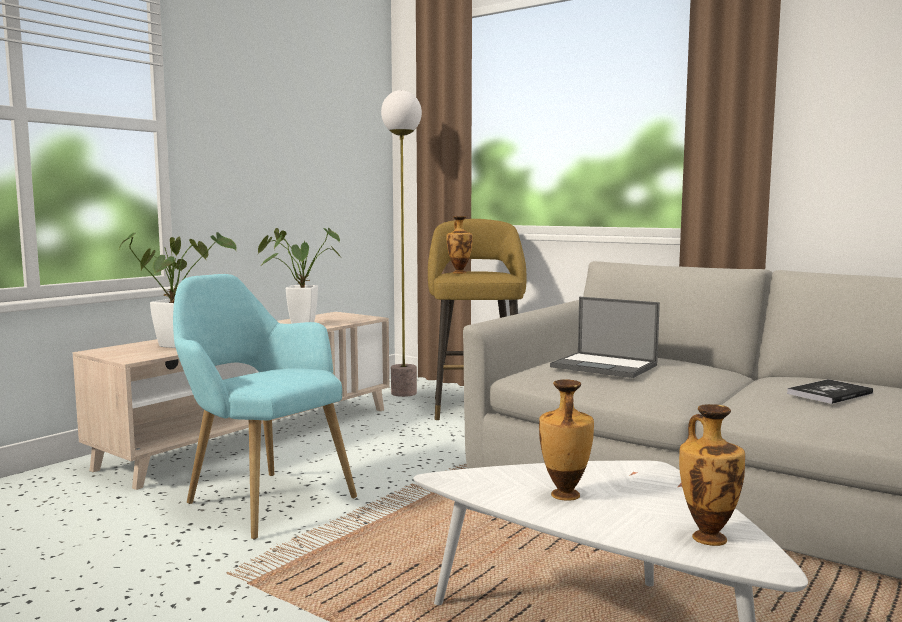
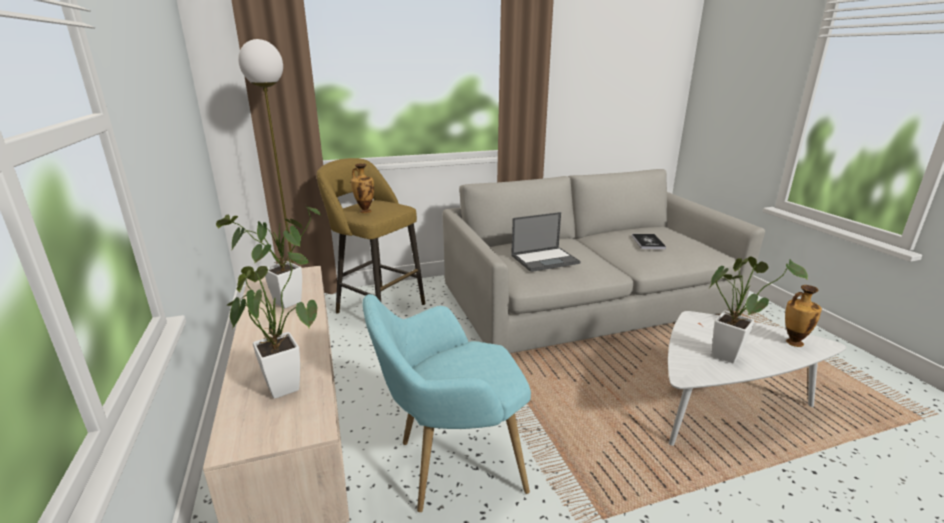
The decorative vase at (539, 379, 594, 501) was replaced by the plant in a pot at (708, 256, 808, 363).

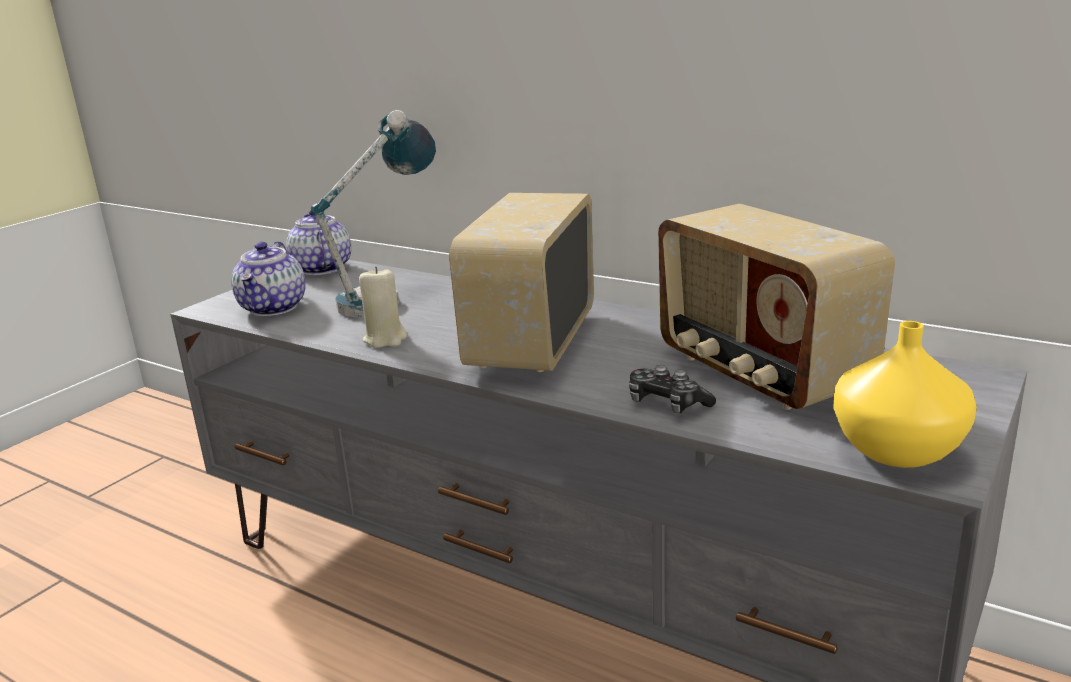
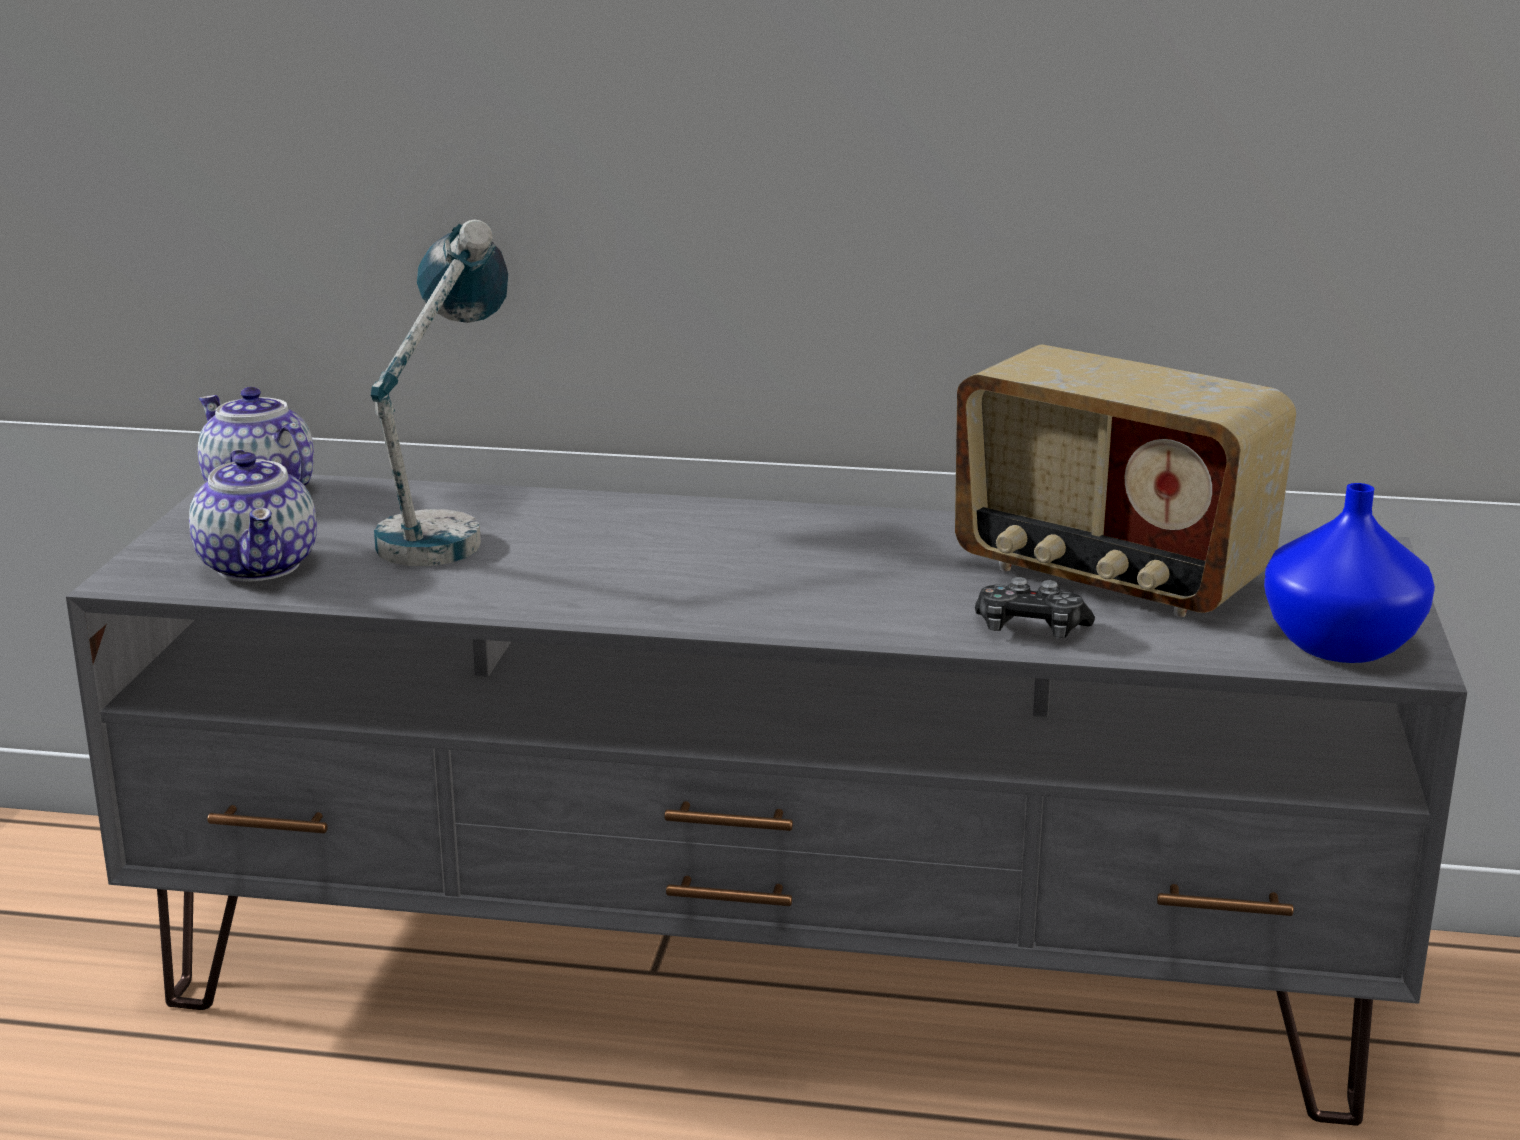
The decorative vase (yellow-coloured) at (833, 321, 977, 468) became the decorative vase (blue) at (1264, 483, 1435, 663).
The candle (sand-coloured) at (359, 266, 407, 348) disappeared.
The radio at (449, 193, 594, 372) disappeared.

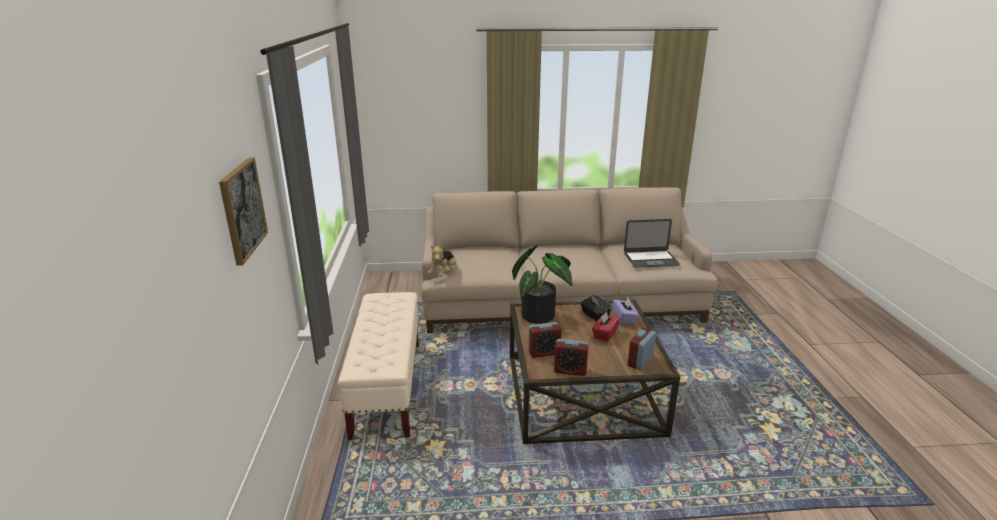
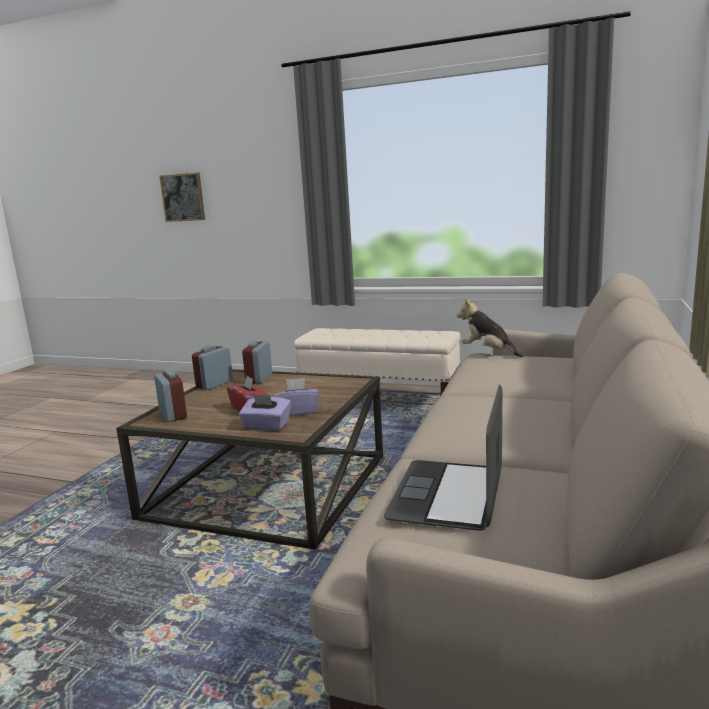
The picture moved from (219, 157, 268, 266) to (159, 172, 205, 222).
The tissue box (blackish) at (581, 295, 612, 321) became the tissue box (purplish) at (274, 378, 319, 416).
The plant in a pot at (512, 245, 572, 324) disappeared.

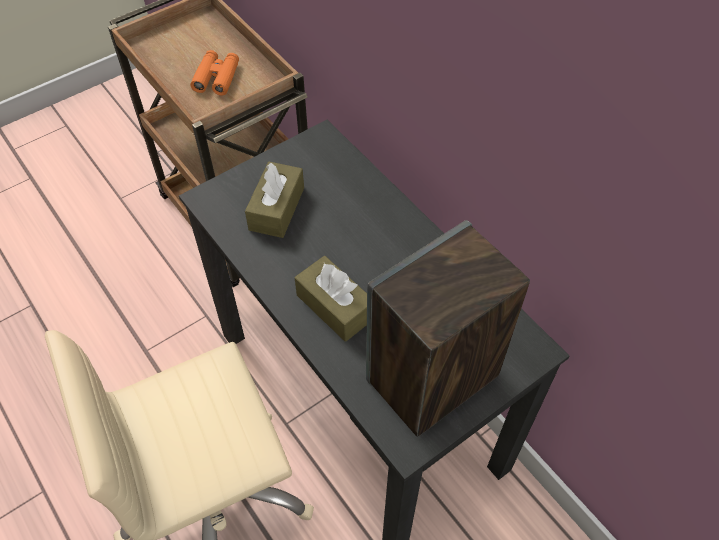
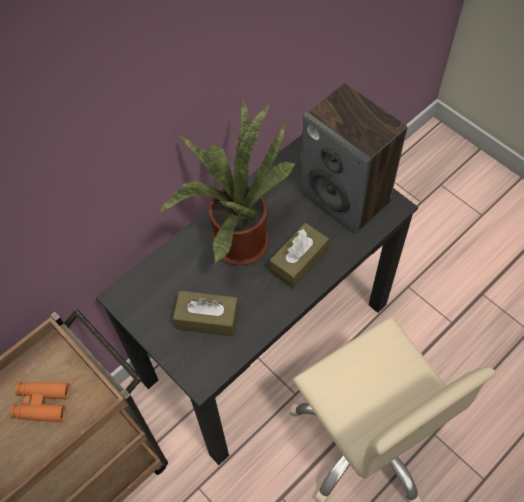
The plant in a pot at (159, 98, 295, 265) appeared.

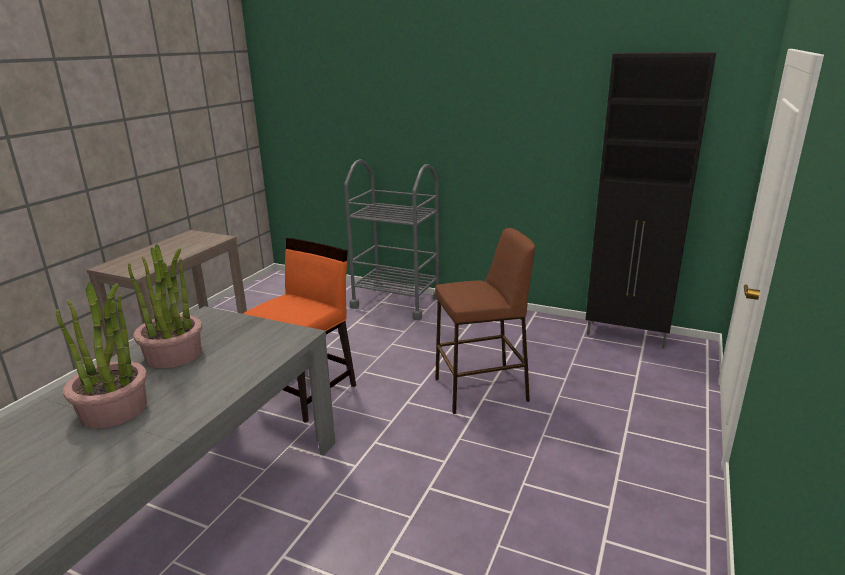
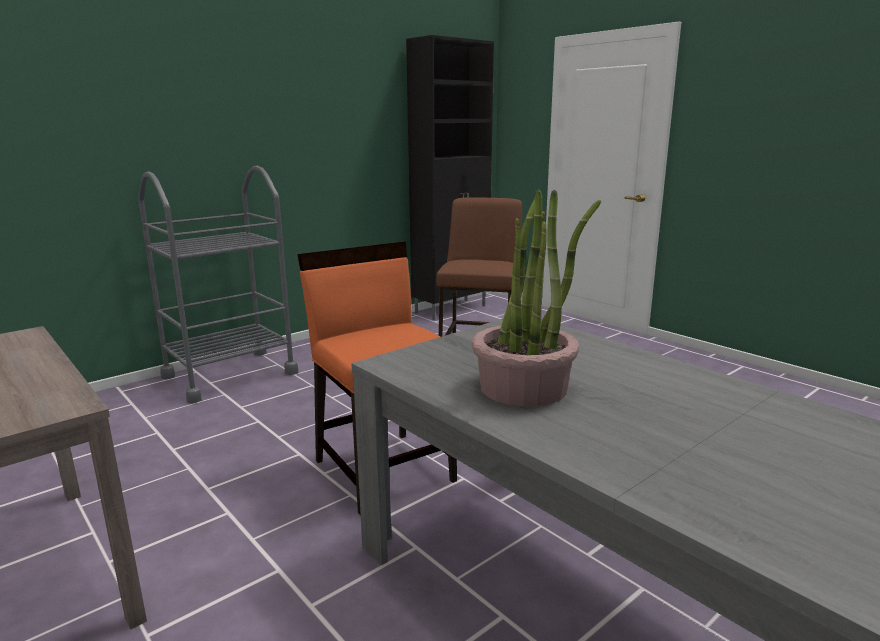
The plant in a pot at (56, 282, 147, 428) disappeared.

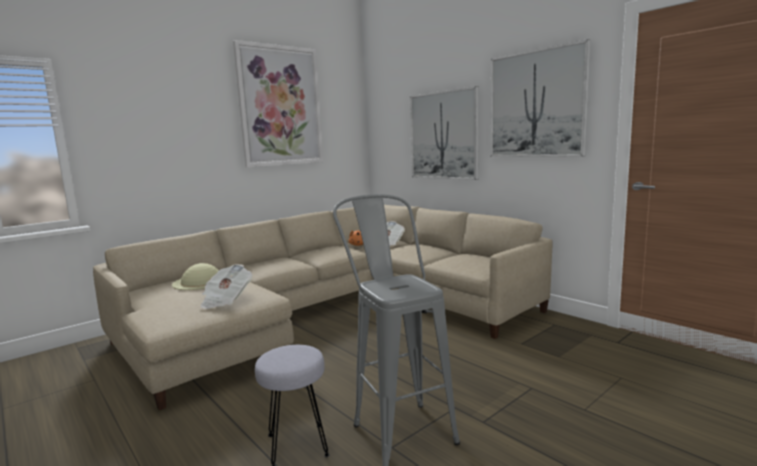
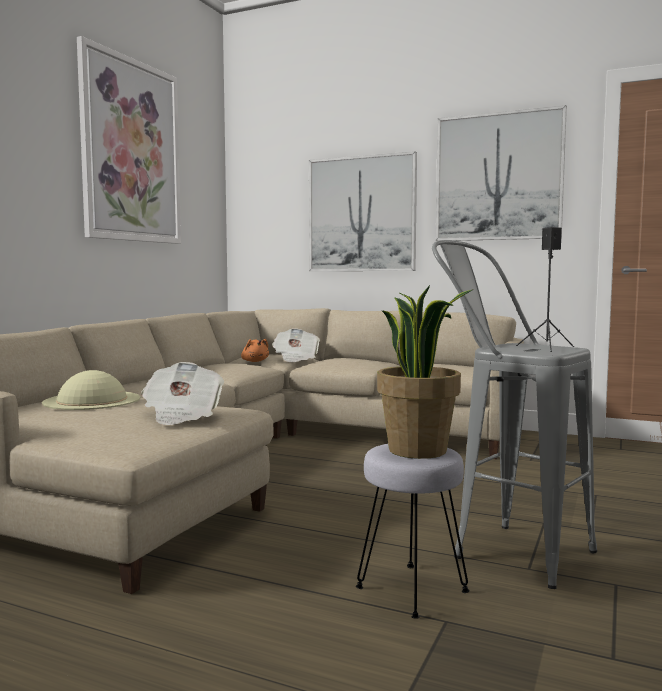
The plant in a pot at (377, 285, 472, 459) appeared.
The audio speaker (blackish) at (516, 227, 574, 352) appeared.

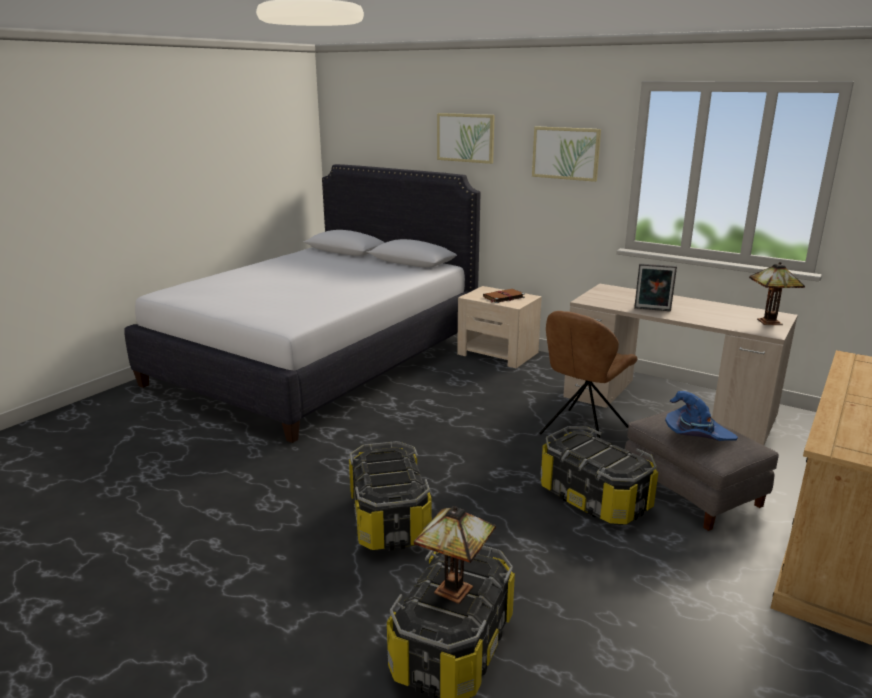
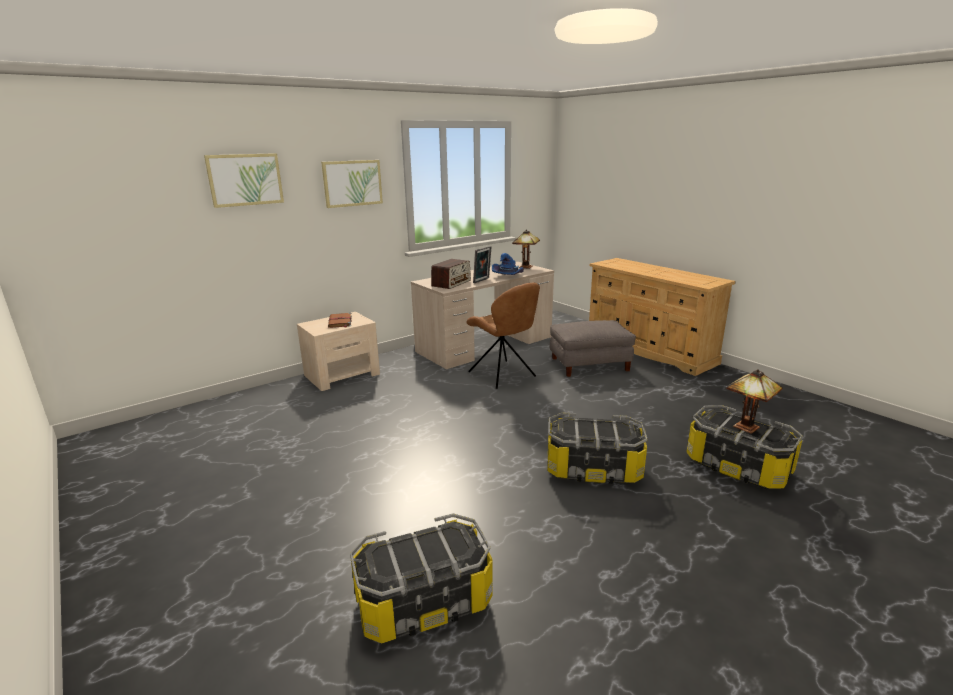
The storage container moved from (541, 426, 658, 525) to (350, 514, 493, 643).
The radio at (431, 259, 471, 289) appeared.
The wearable hat (blue) moved from (665, 391, 738, 441) to (492, 253, 524, 275).
The bedroom bed (white) at (124, 164, 481, 443) disappeared.

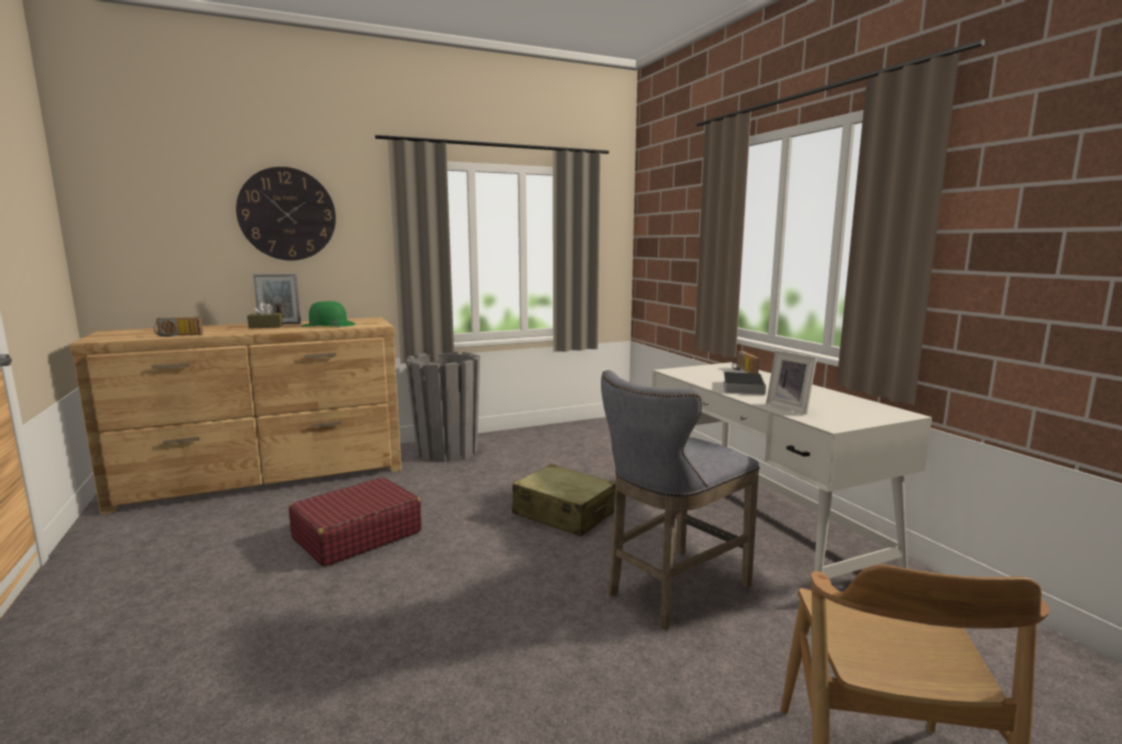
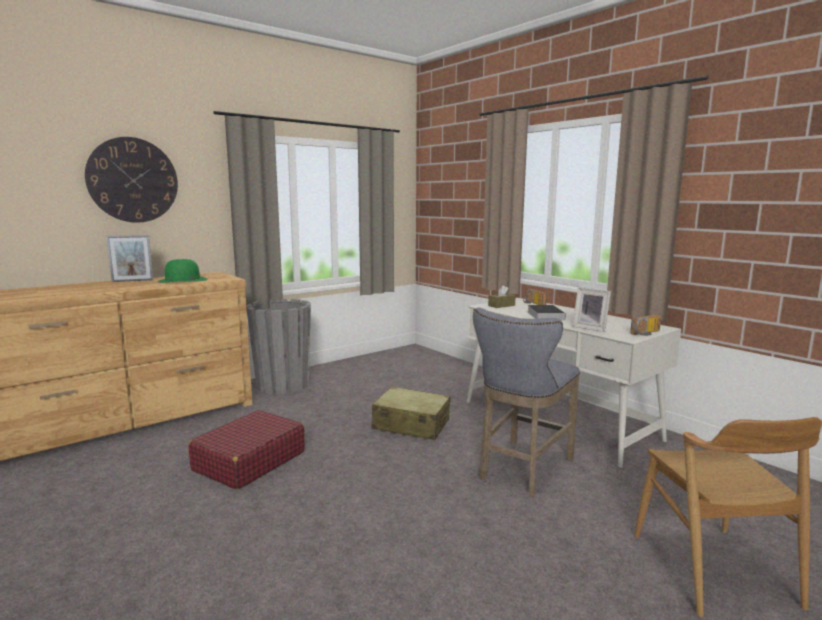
The tissue box (brown-coloured) moved from (247, 302, 283, 329) to (488, 285, 516, 308).
The radio moved from (154, 317, 203, 337) to (630, 315, 661, 336).

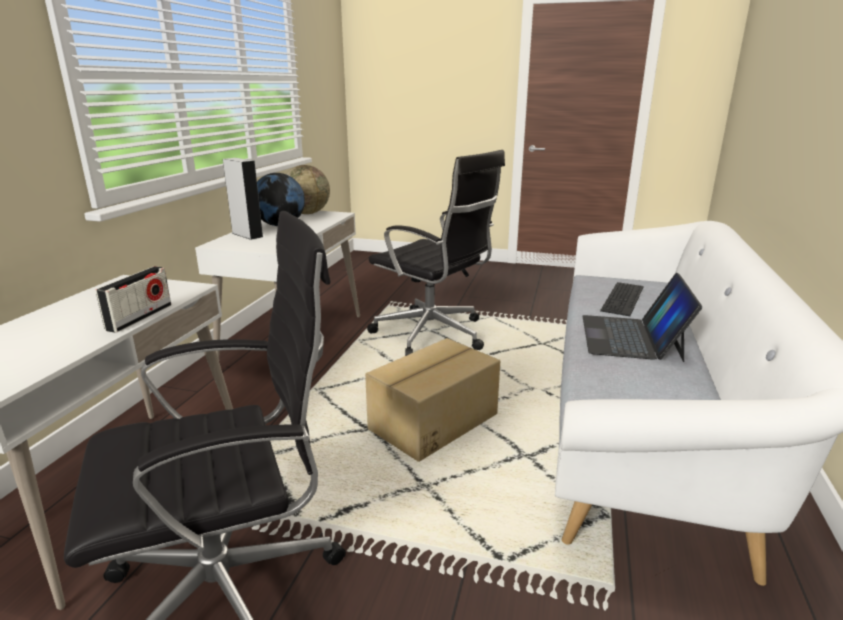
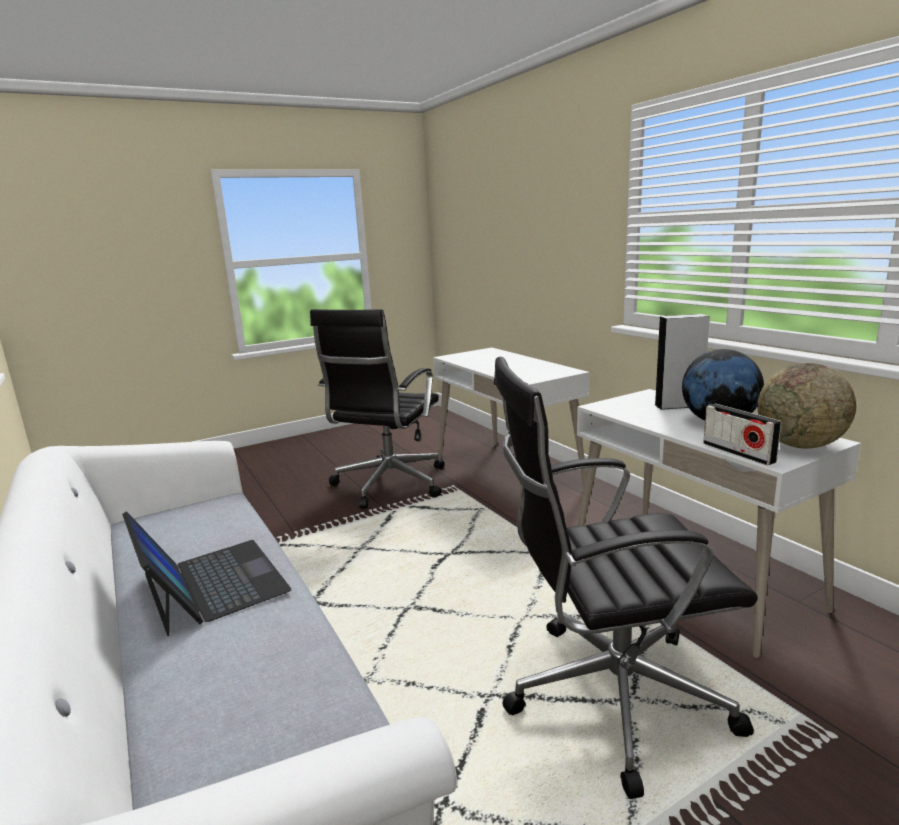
The radio moved from (96, 266, 171, 333) to (703, 404, 782, 465).
The cardboard box at (365, 338, 500, 462) disappeared.
The PC keyboard at (600, 282, 644, 316) disappeared.

